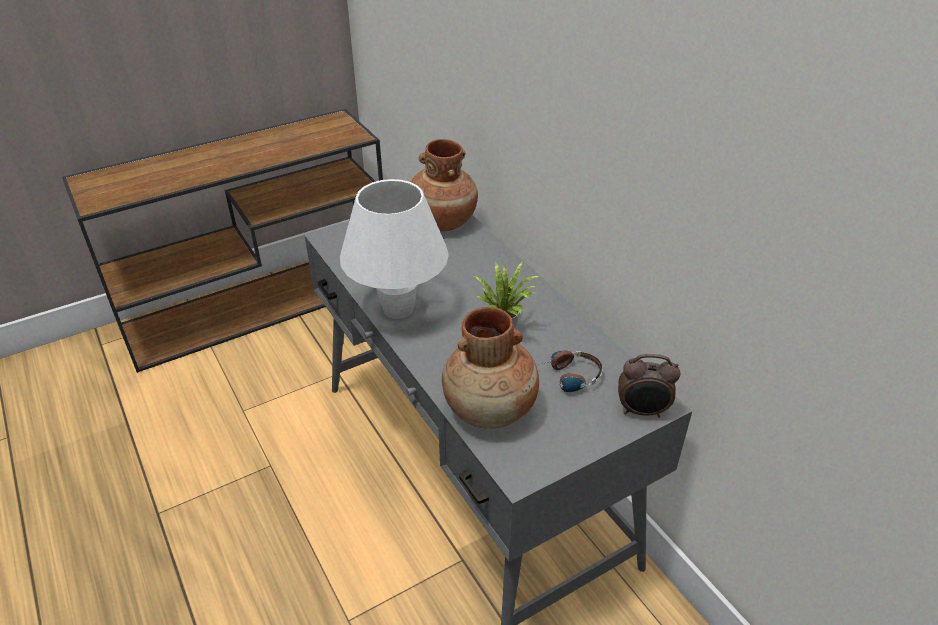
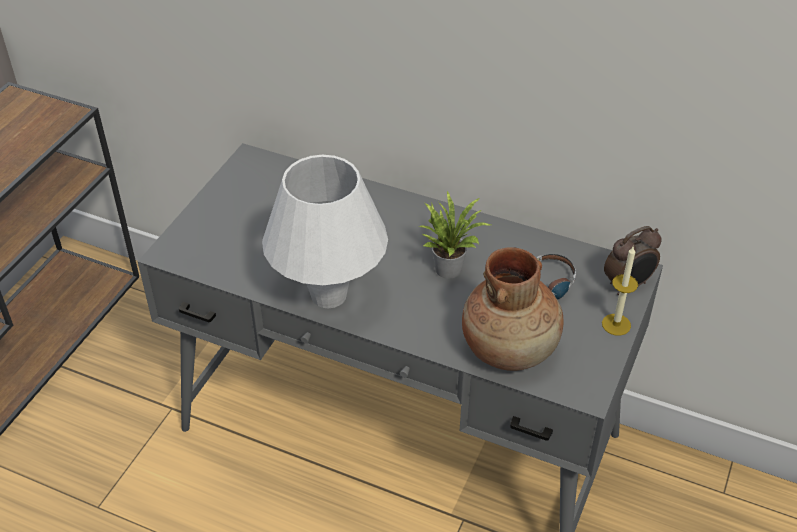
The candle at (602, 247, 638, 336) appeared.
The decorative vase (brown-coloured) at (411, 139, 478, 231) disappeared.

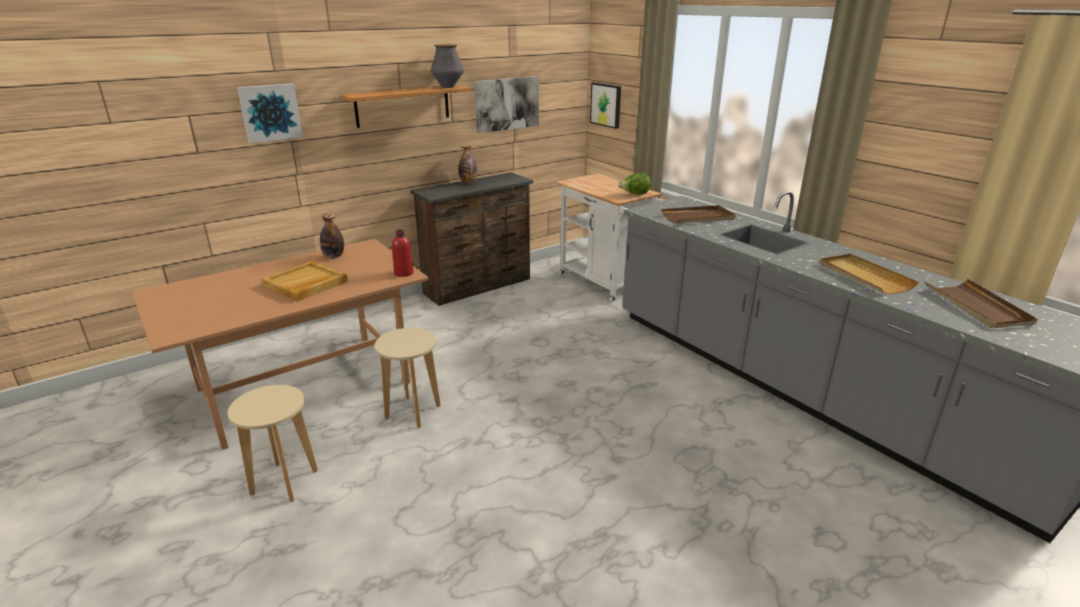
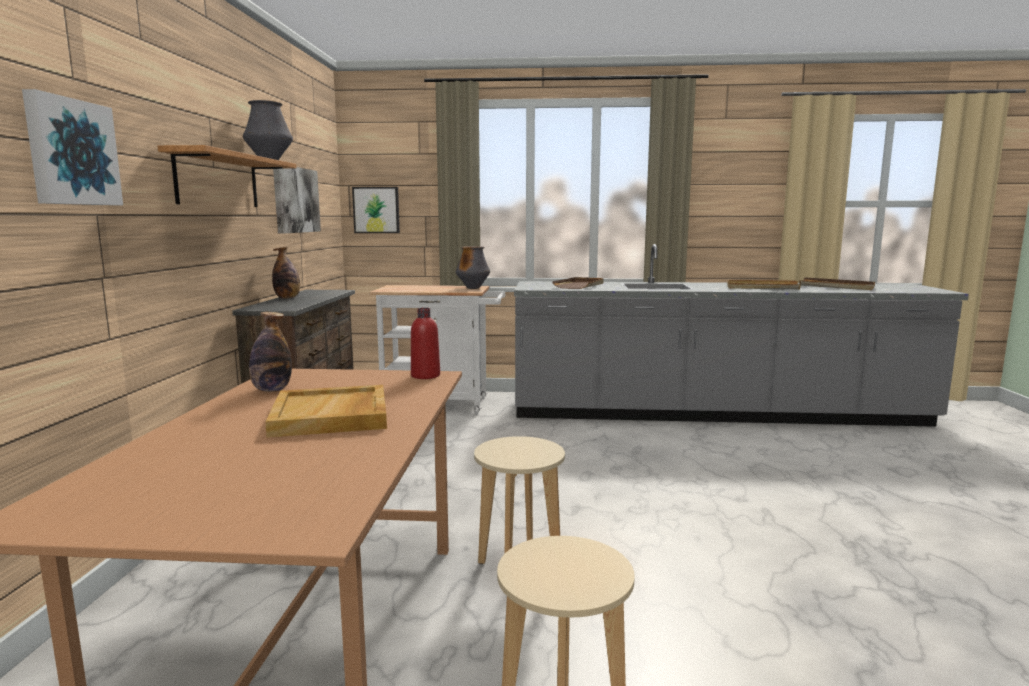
The lettuce at (618, 173, 651, 195) was replaced by the decorative vase at (455, 246, 490, 289).

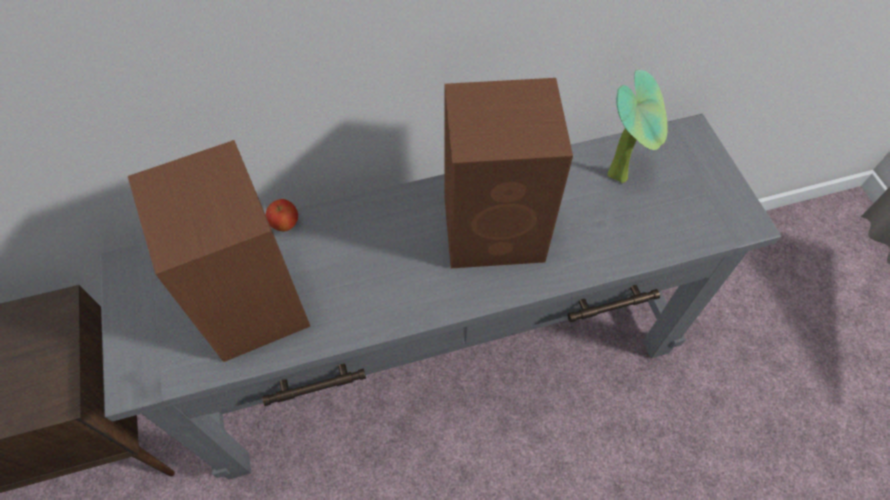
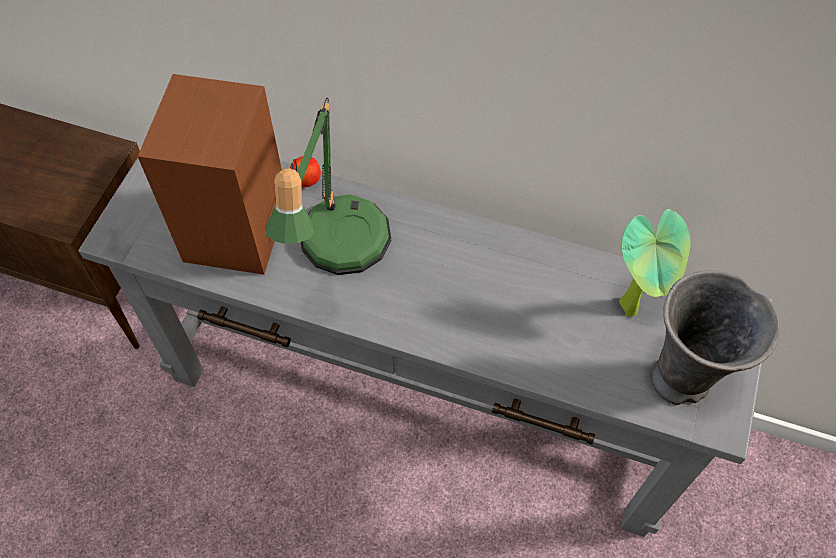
The tabletop lamp at (265, 98, 391, 275) appeared.
The decorative vase (greyish) at (651, 270, 780, 405) appeared.
The audio speaker (brown-coloured) at (444, 78, 573, 268) disappeared.

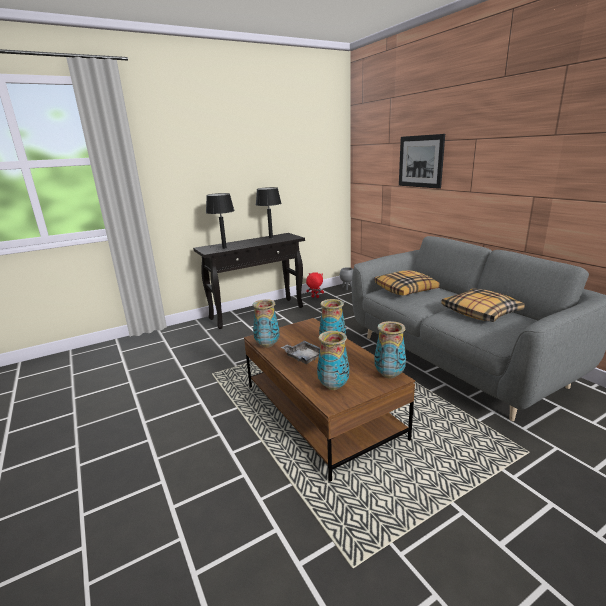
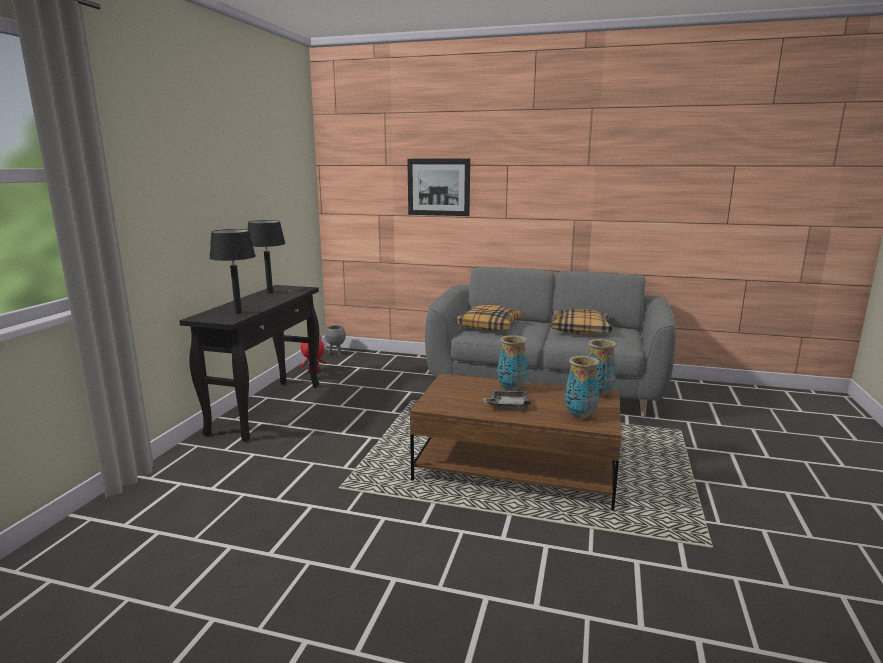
The decorative vase at (253, 299, 280, 348) disappeared.

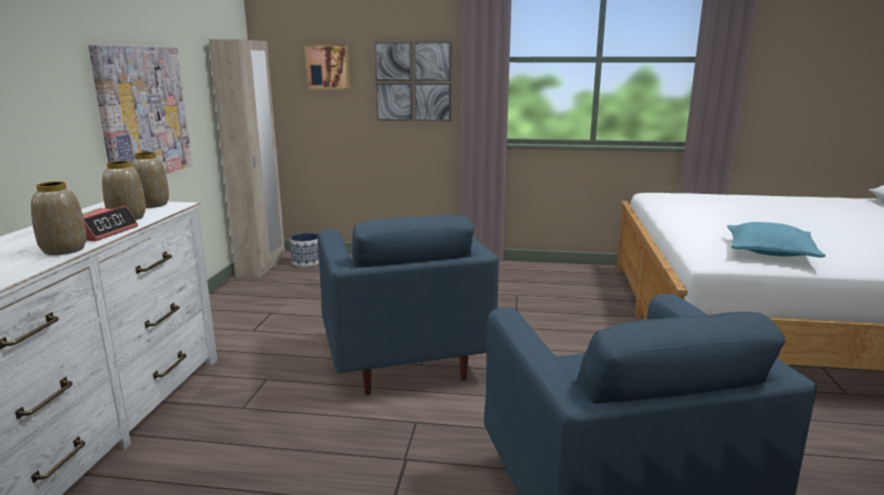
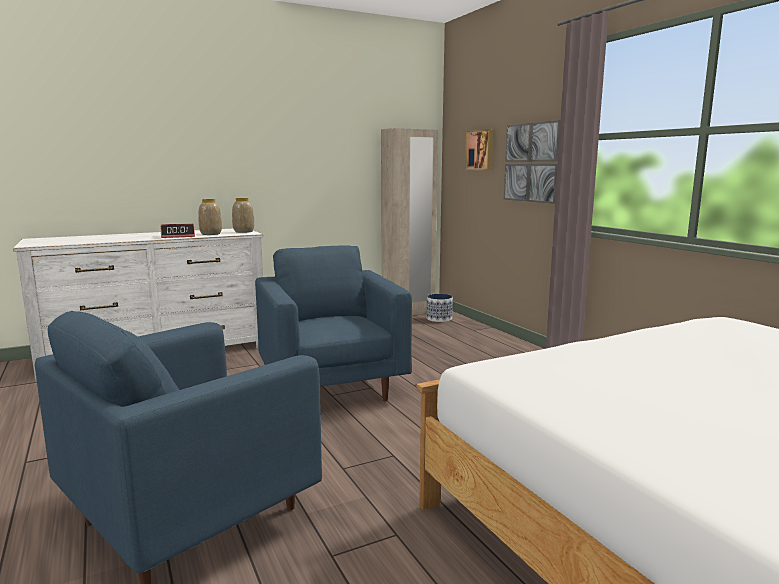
The easy chair (blue) at (317, 214, 499, 395) turned 120 degrees clockwise.
The decorative vase at (31, 181, 87, 255) disappeared.
The picture at (88, 45, 192, 174) disappeared.
The cushion (turquoise) at (727, 222, 826, 257) disappeared.

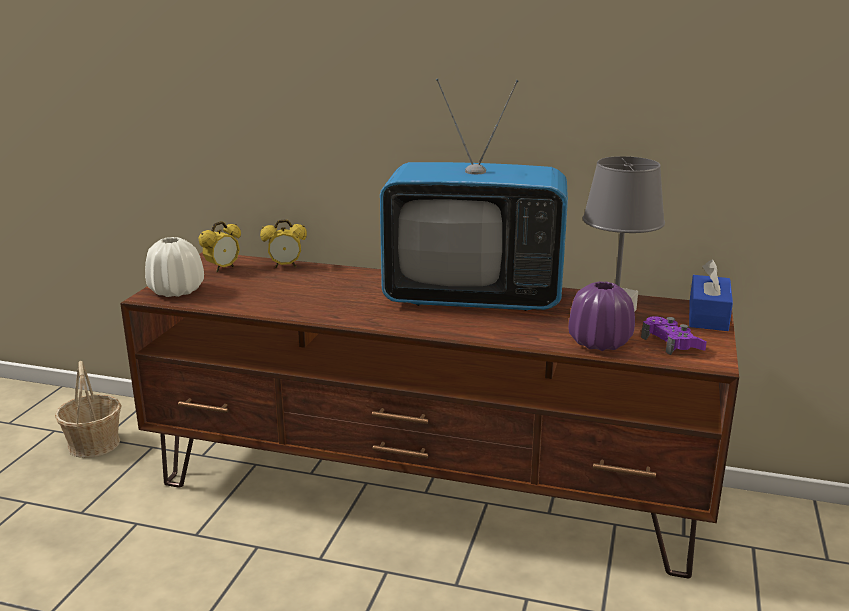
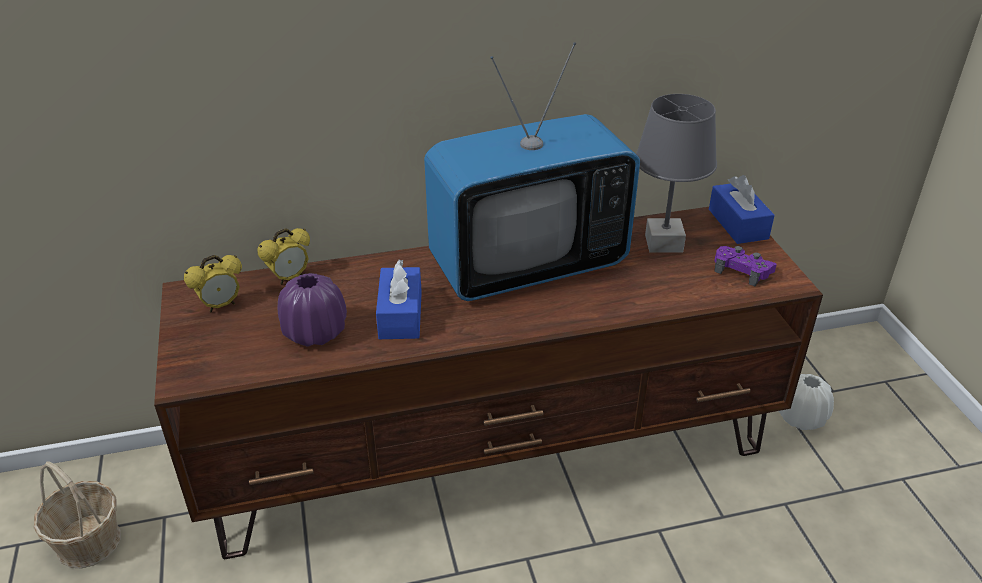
The bedside clock at (199, 221, 241, 272) turned 45 degrees clockwise.
The decorative vase (purplish) moved from (568, 281, 635, 351) to (278, 273, 347, 347).
The tissue box (blue) at (376, 259, 422, 339) appeared.
The decorative vase (white) moved from (145, 237, 204, 297) to (779, 374, 834, 430).

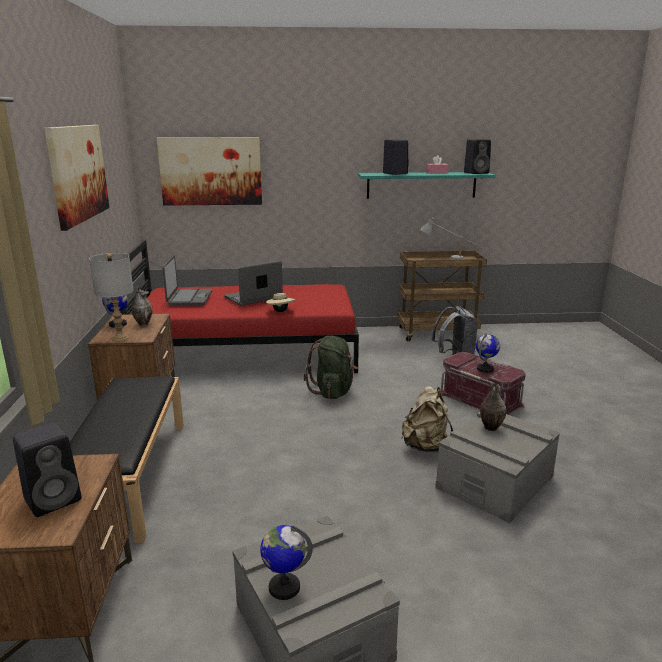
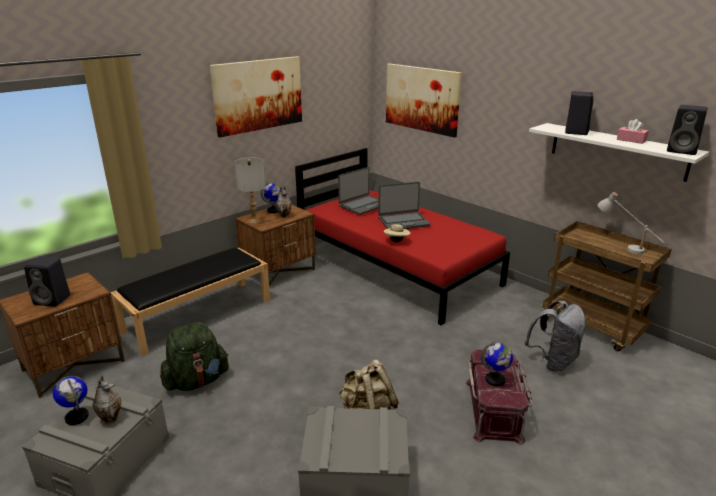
The decorative vase moved from (480, 383, 506, 431) to (93, 376, 121, 424).
The backpack (green-coloured) moved from (304, 336, 358, 399) to (160, 322, 229, 391).
The laptop at (224, 260, 283, 306) turned 150 degrees clockwise.
The shelf (turquoise) at (358, 172, 496, 199) became the shelf (white) at (529, 123, 709, 182).

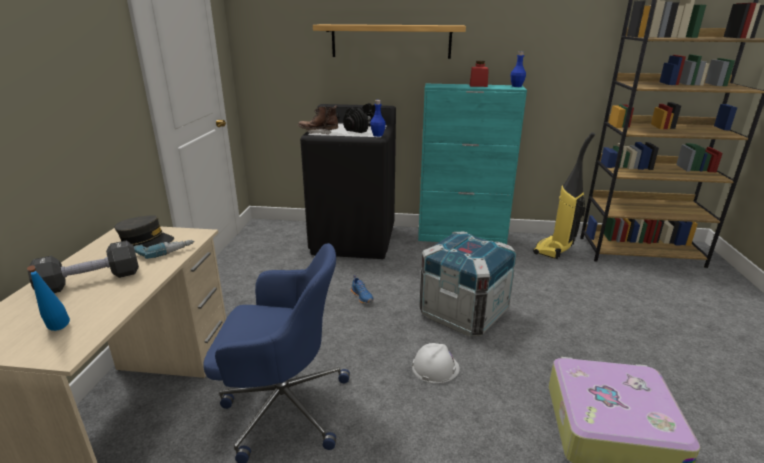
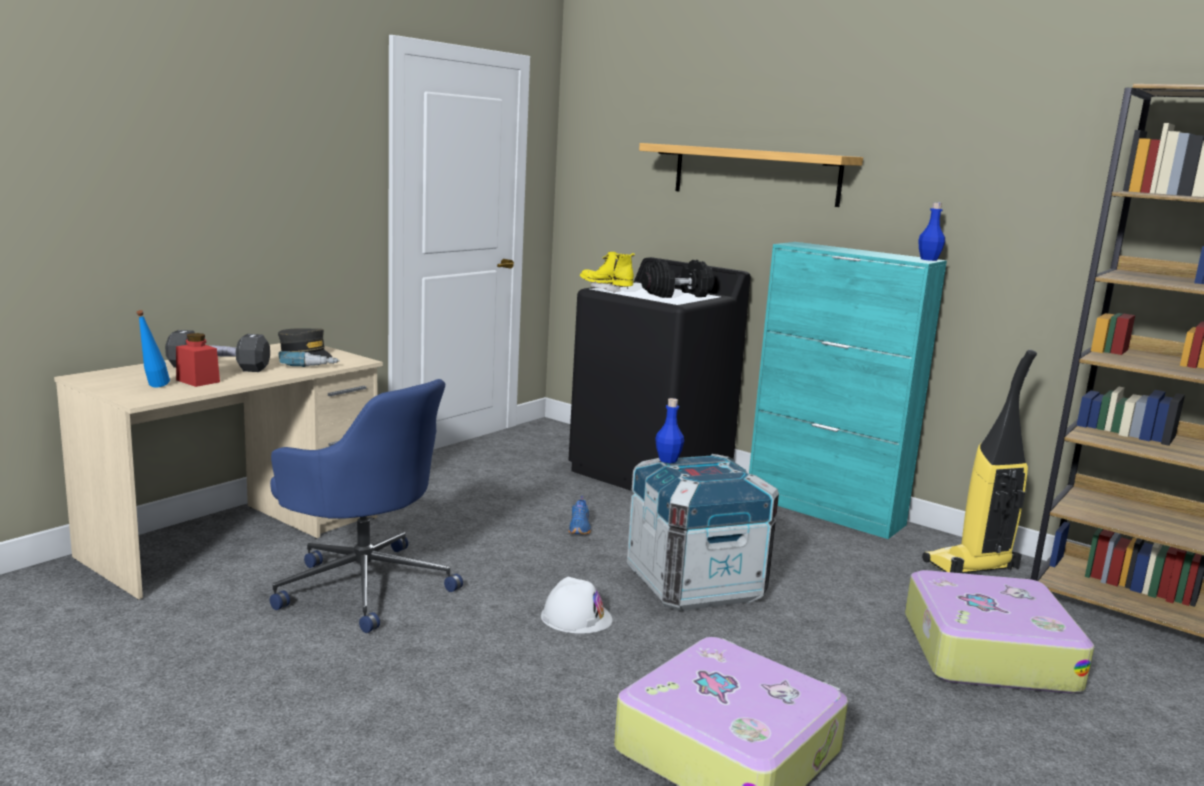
The jar (reddish) moved from (470, 61, 489, 87) to (176, 333, 220, 387).
The boot (brown-coloured) at (297, 105, 338, 135) became the boot (yellow-coloured) at (580, 252, 635, 292).
The drink bottle (blue) moved from (370, 100, 386, 137) to (655, 398, 684, 463).
The piece of luggage at (905, 570, 1095, 693) appeared.

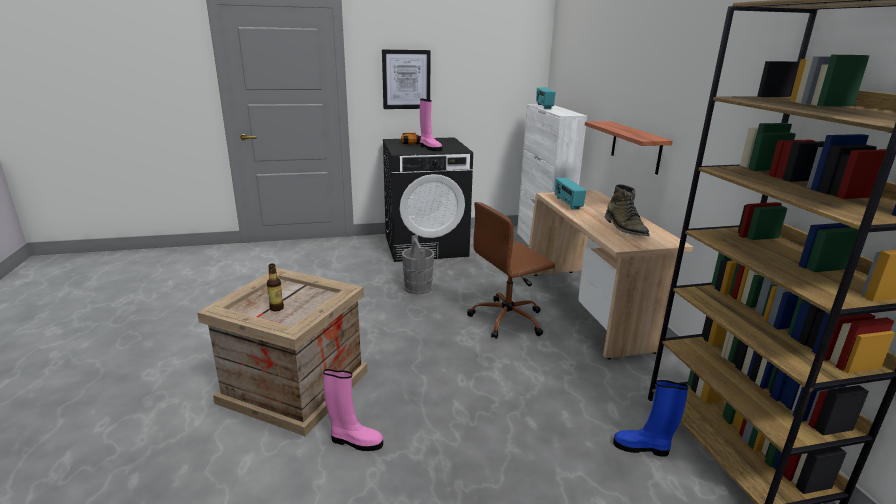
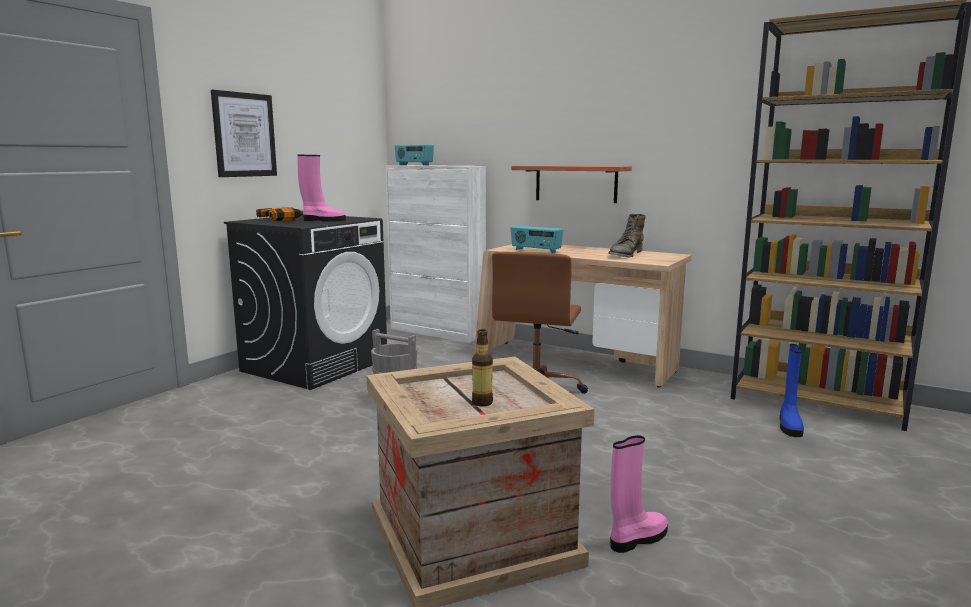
The boot (green-coloured) at (605, 184, 649, 236) turned 90 degrees clockwise.
The boot (blue) at (613, 380, 688, 457) turned 45 degrees counterclockwise.

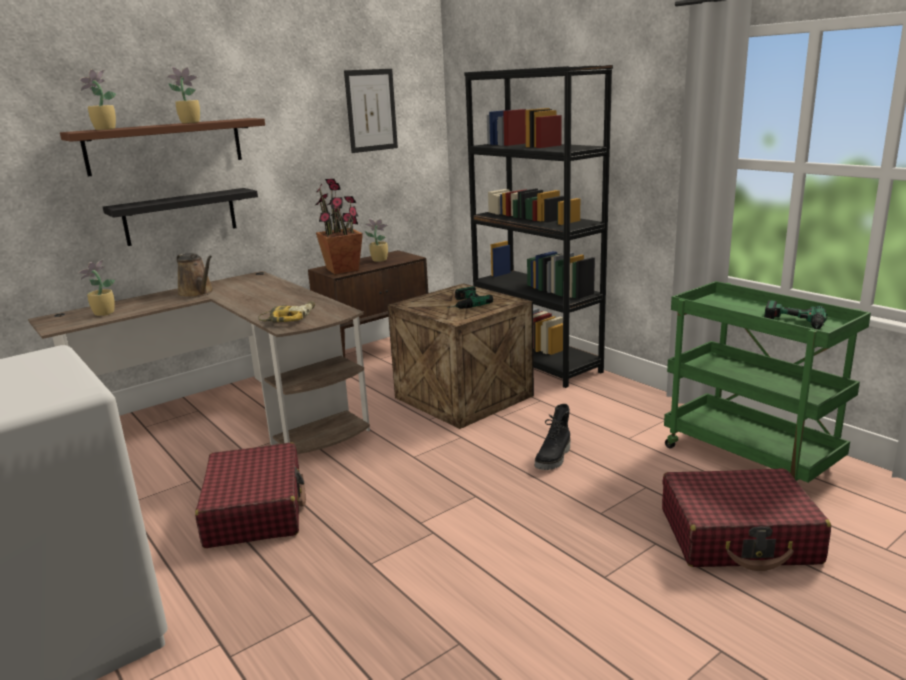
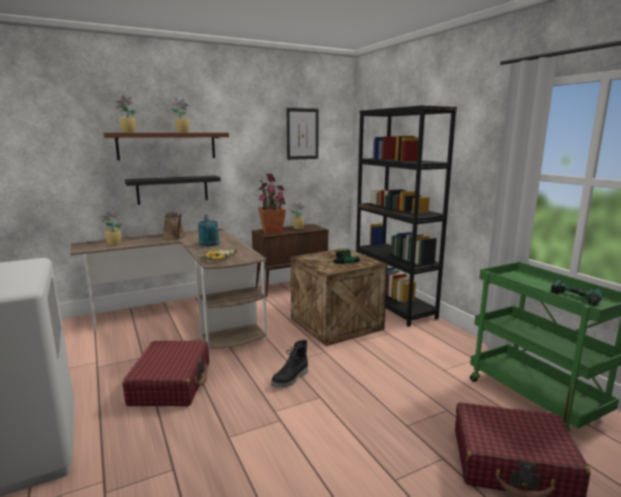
The sprinkling can (turquoise) at (198, 215, 220, 247) appeared.
The boot (blackish) moved from (535, 404, 570, 470) to (271, 340, 308, 388).

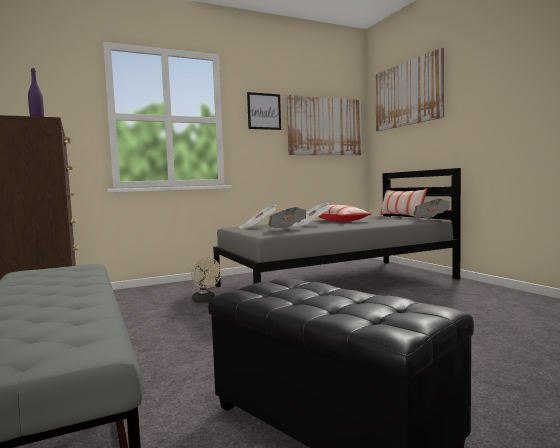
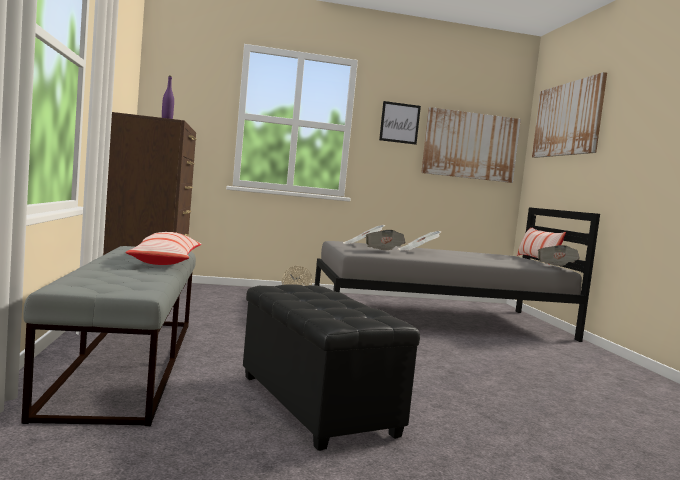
The cushion moved from (319, 205, 371, 222) to (125, 232, 201, 265).

